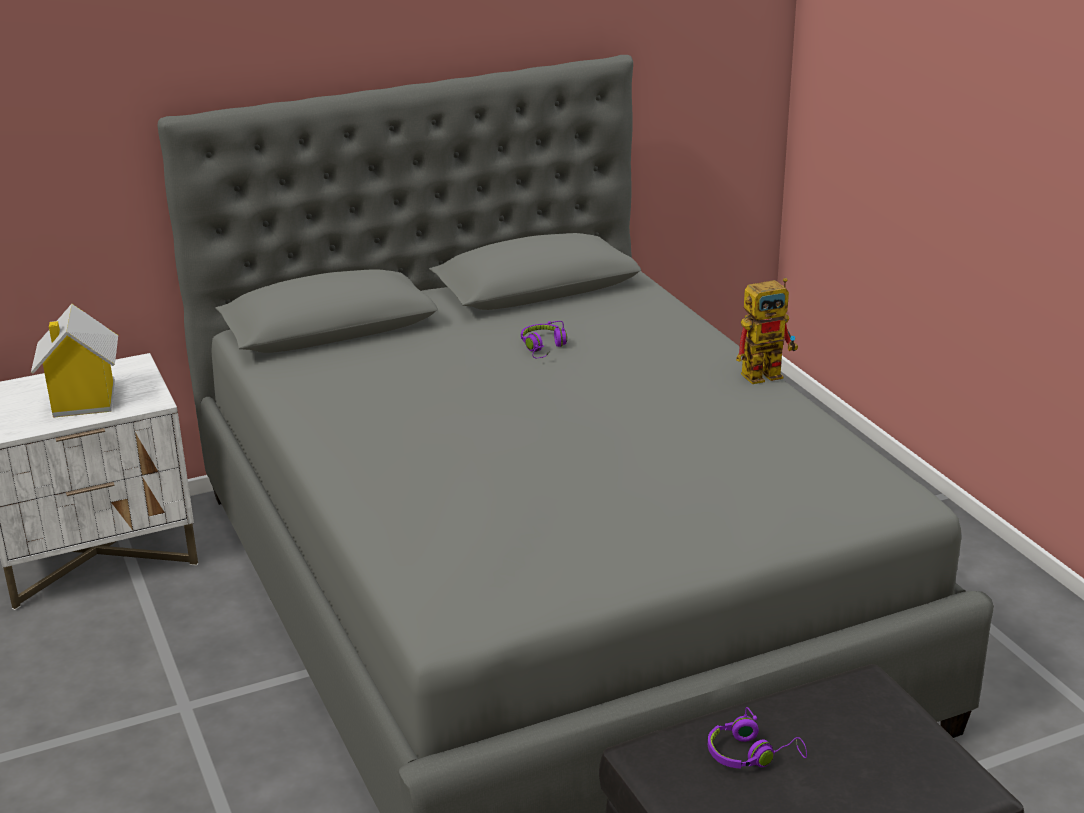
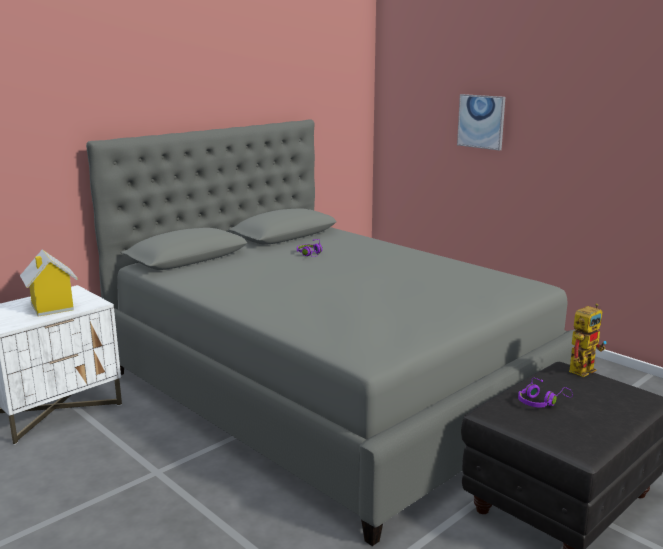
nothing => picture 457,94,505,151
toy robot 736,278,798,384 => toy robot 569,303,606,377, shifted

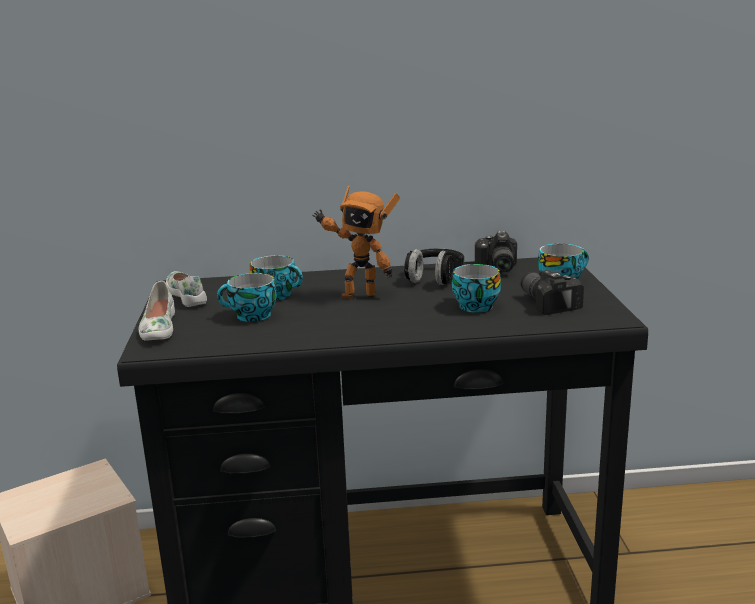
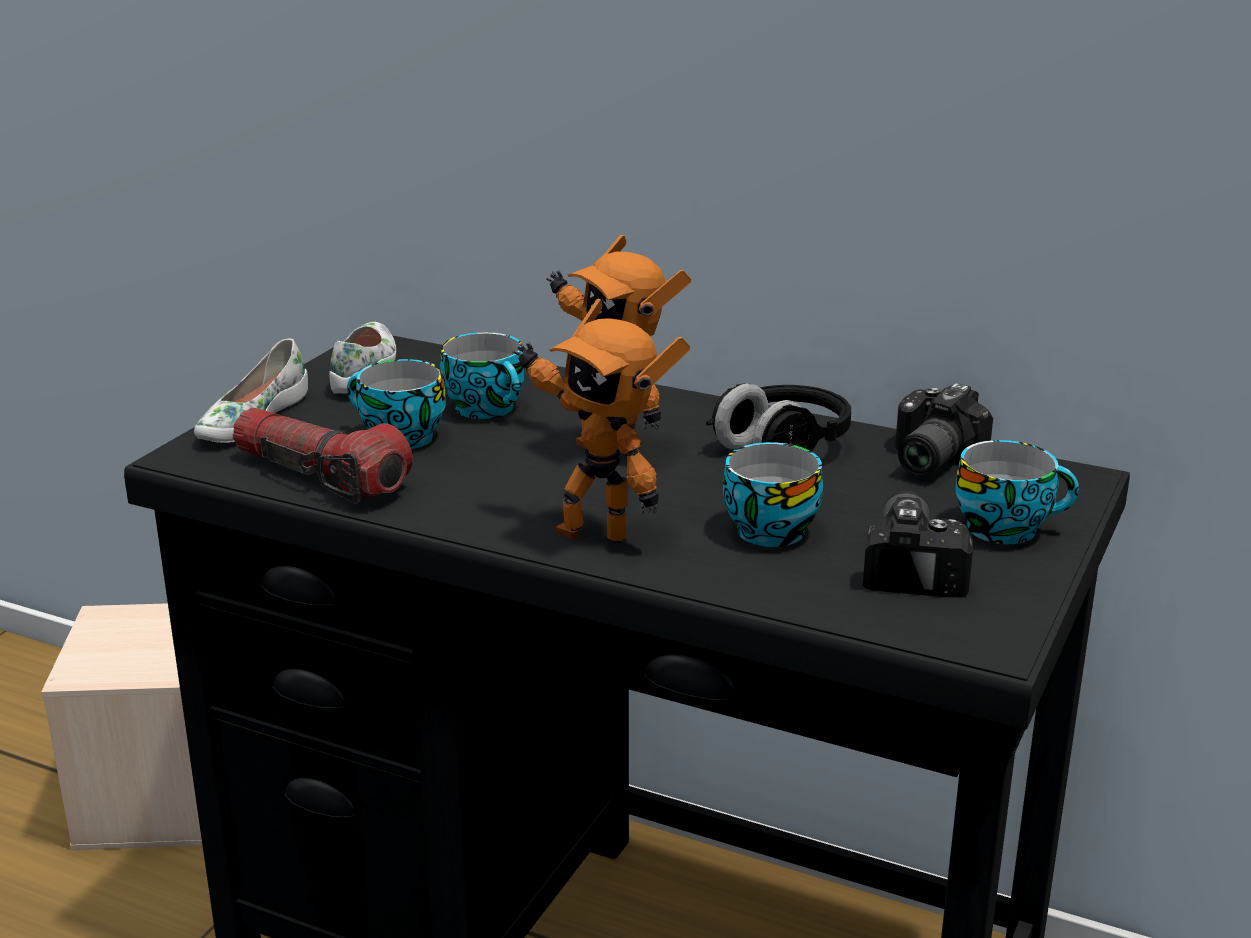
nothing => flashlight 233,407,413,504
nothing => toy robot 513,299,690,543

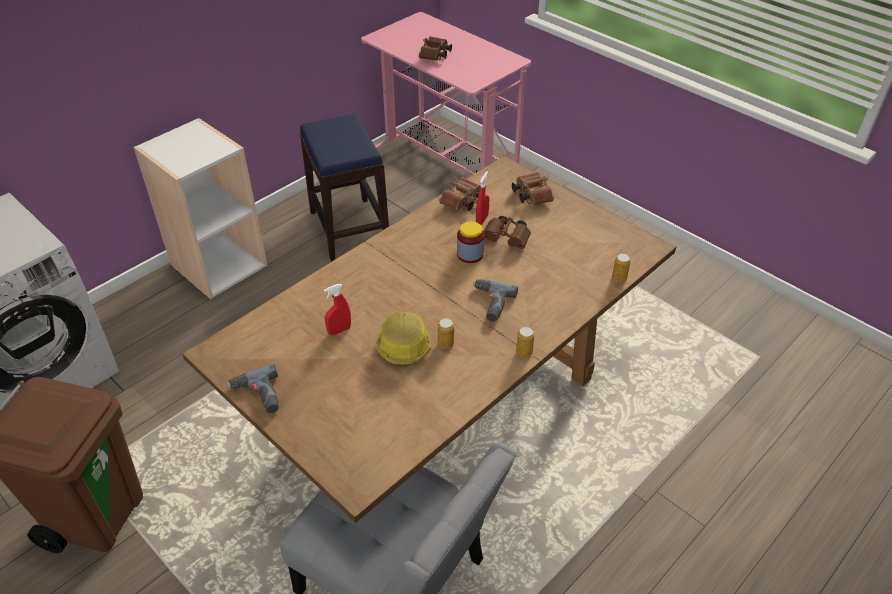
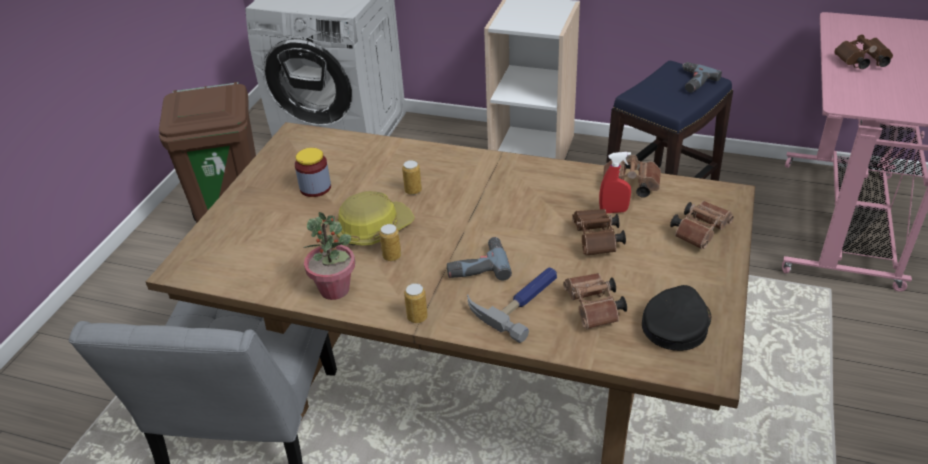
red spray bottle 324,284,351,335 => nothing
nothing => potted plant 303,212,355,300
nothing => hammer 467,268,557,343
nothing => brown binoculars 563,273,627,329
nothing => black cap 642,285,711,351
power drill 227,364,279,413 => power drill 682,62,722,93, shifted
jar 457,221,484,263 => jar 295,148,331,197, shifted
can 612,253,631,282 => can 402,160,422,195, shifted

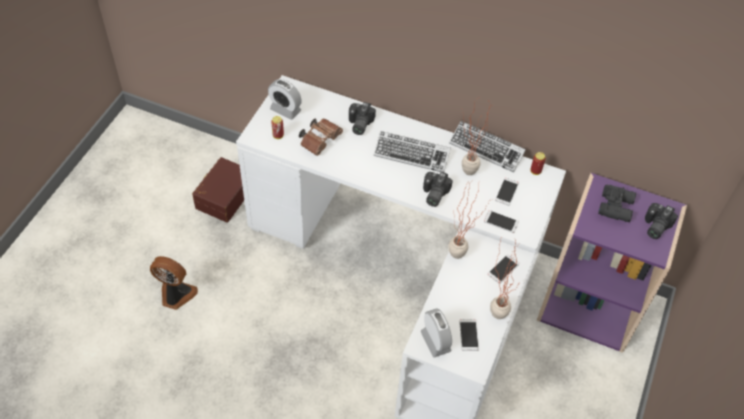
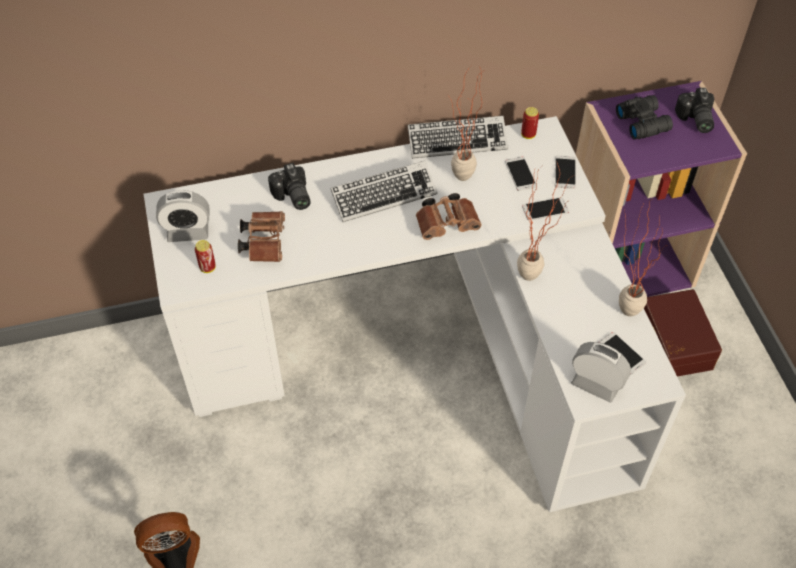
brown storage box 192,157,244,223 => brown storage box 644,289,722,376, shifted
phone 487,254,519,283 => phone 555,155,576,189, shifted
photo camera 423,172,453,207 => brown binoculars 416,193,482,240

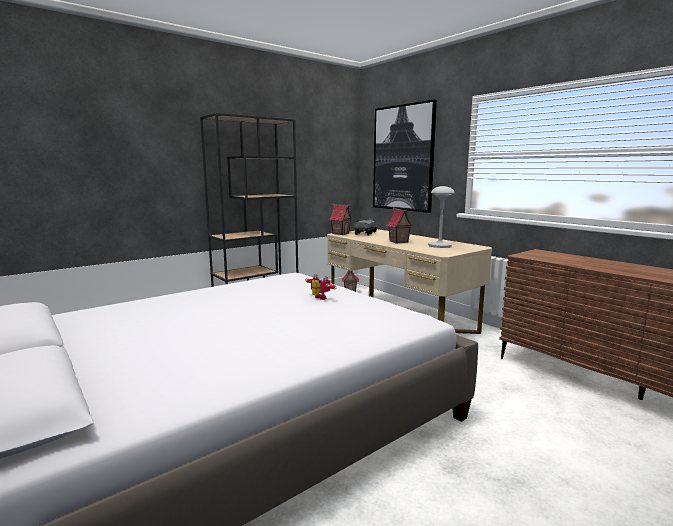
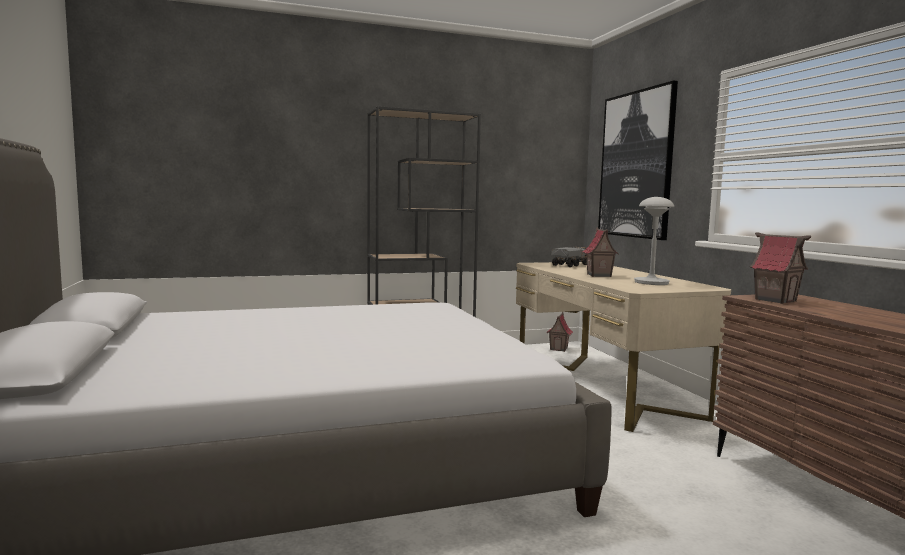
toy robot 305,274,337,300 => nothing
toy house 329,203,352,235 => toy house 750,233,811,304, shifted

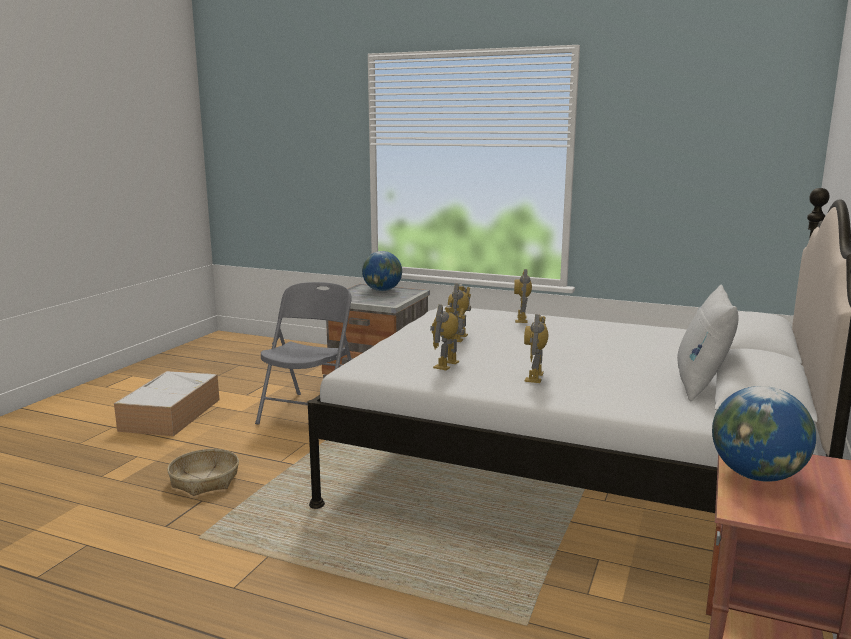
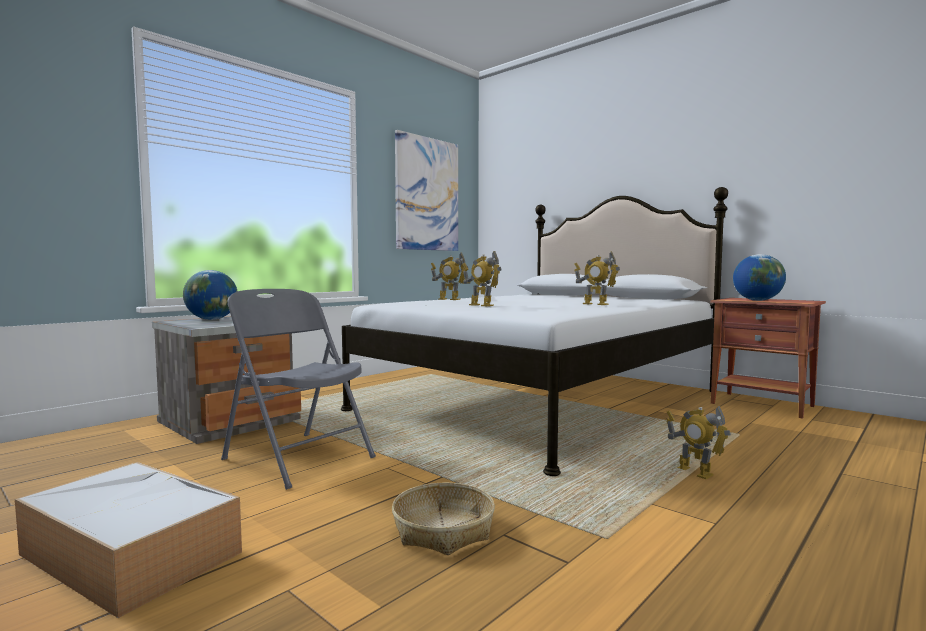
grey pillow 677,285,739,401 => nothing
nothing => picture 395,130,458,251
toy robot 430,304,465,370 => toy robot 666,406,731,479, shifted

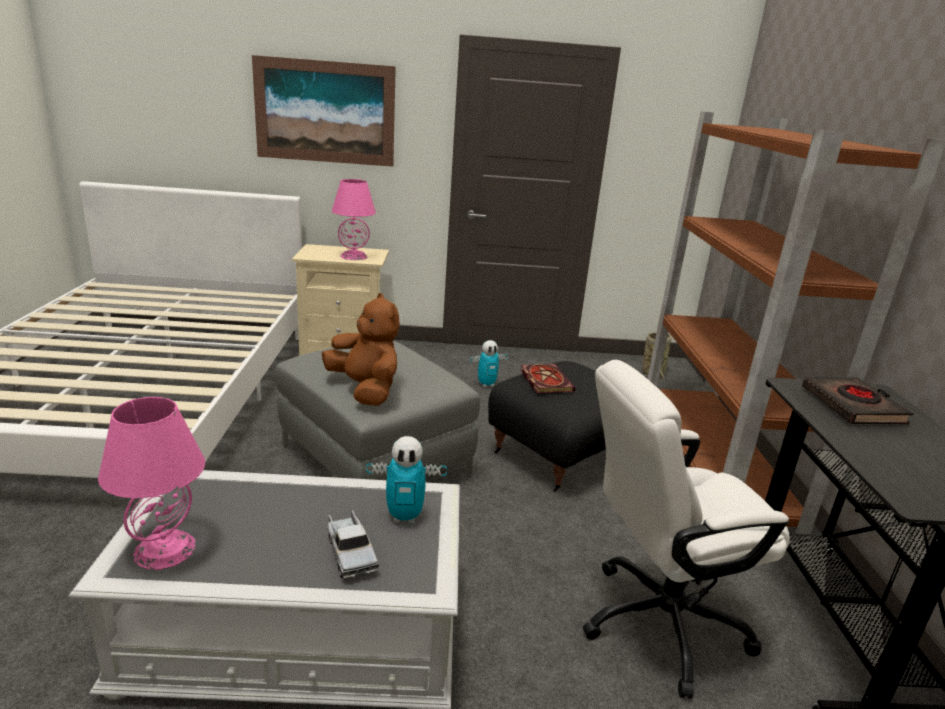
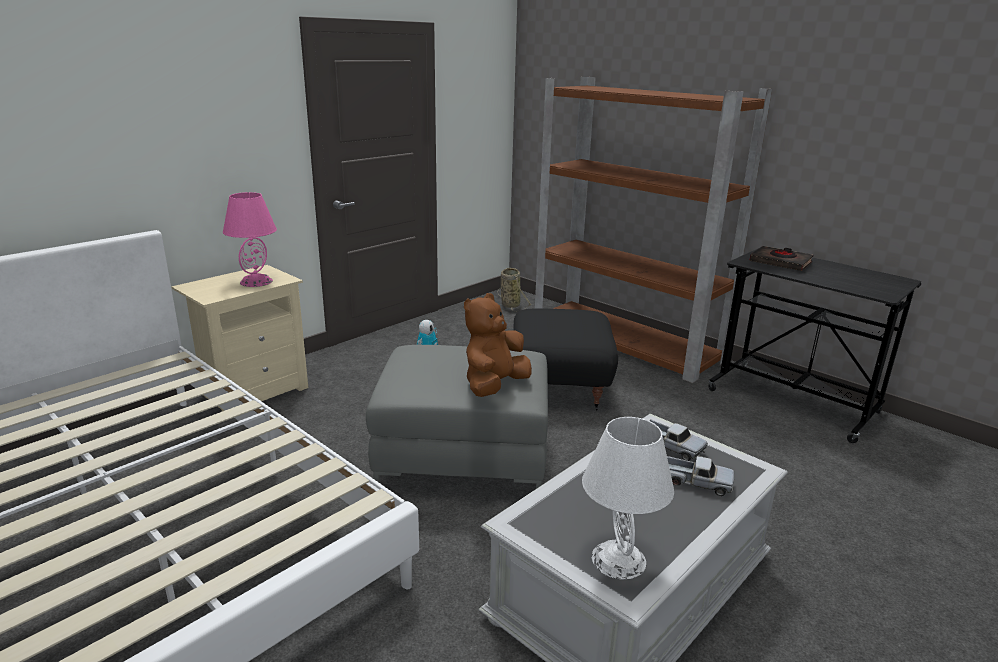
picture 252,55,396,167 => nothing
book 520,364,575,394 => nothing
white office chair 583,360,790,699 => nothing
toy robot 366,436,447,523 => toy truck 650,419,708,461
pink table lamp 98,397,205,570 => white table lamp 582,417,674,580
brown plush toy 322,293,400,406 => brown plush toy 464,293,532,397, 60 degrees counterclockwise

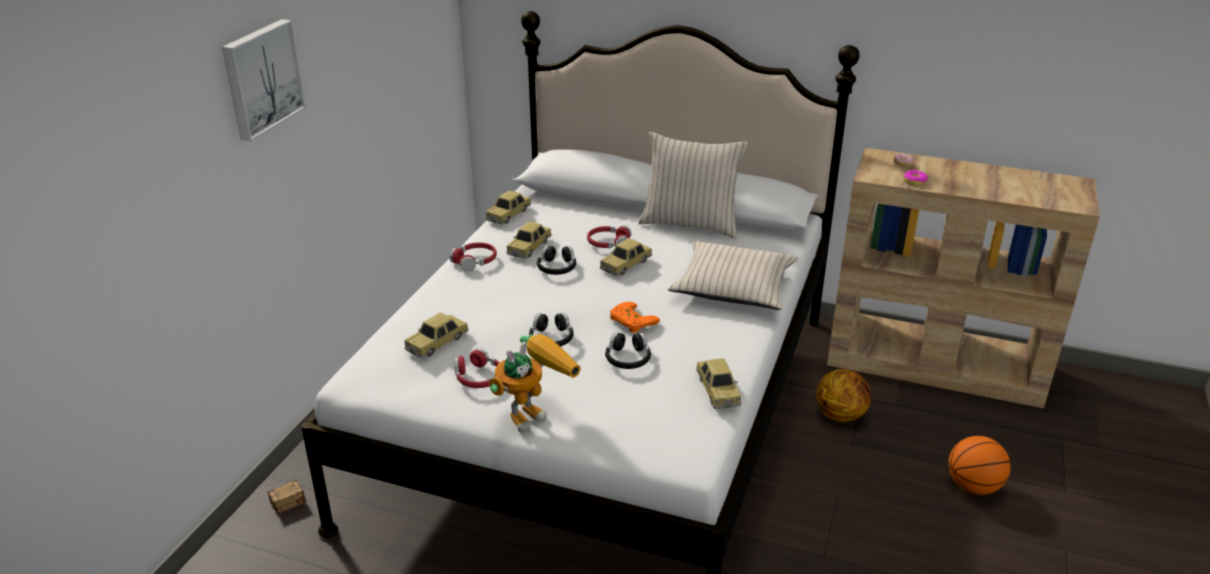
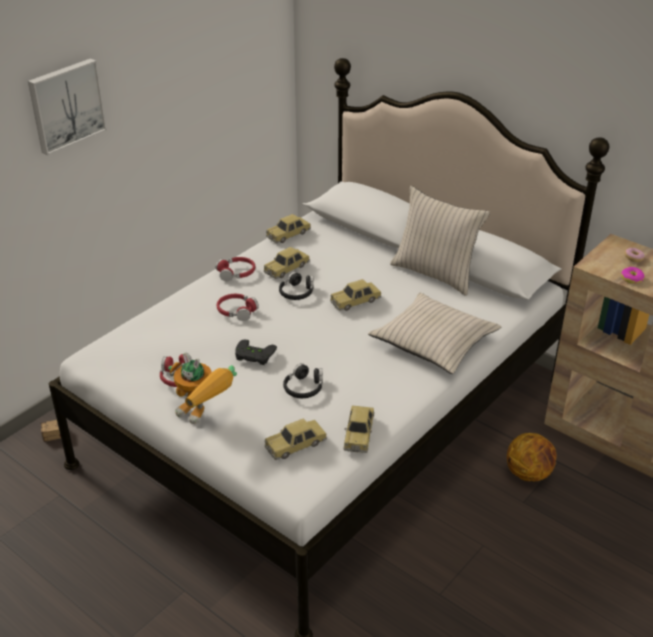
orange game controller 610,302,660,333 => nothing
basketball 948,436,1011,495 => nothing
toy car 405,313,468,358 => toy car 265,418,327,460, shifted
red headphones 587,225,632,248 => red headphones 217,294,259,321, shifted
black headphones 529,313,574,347 => black game controller 235,340,277,365
toy robot 489,334,581,433 => toy robot 168,352,237,424, 60 degrees clockwise

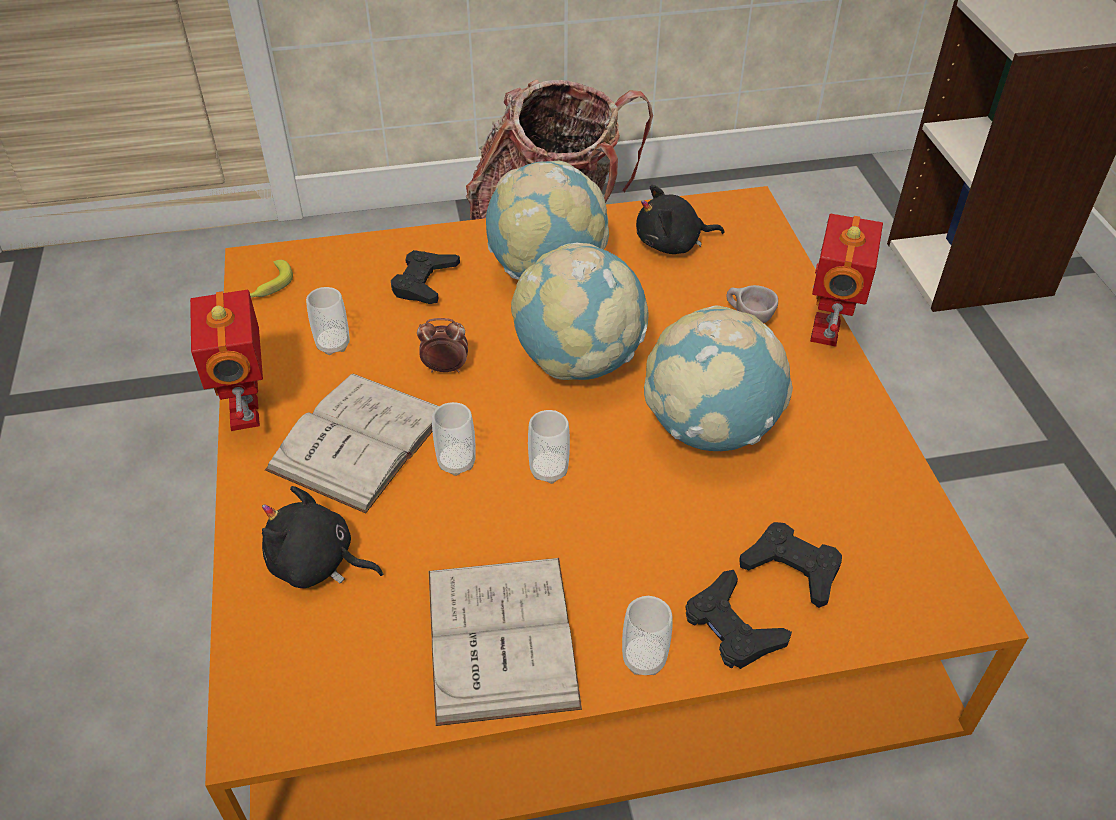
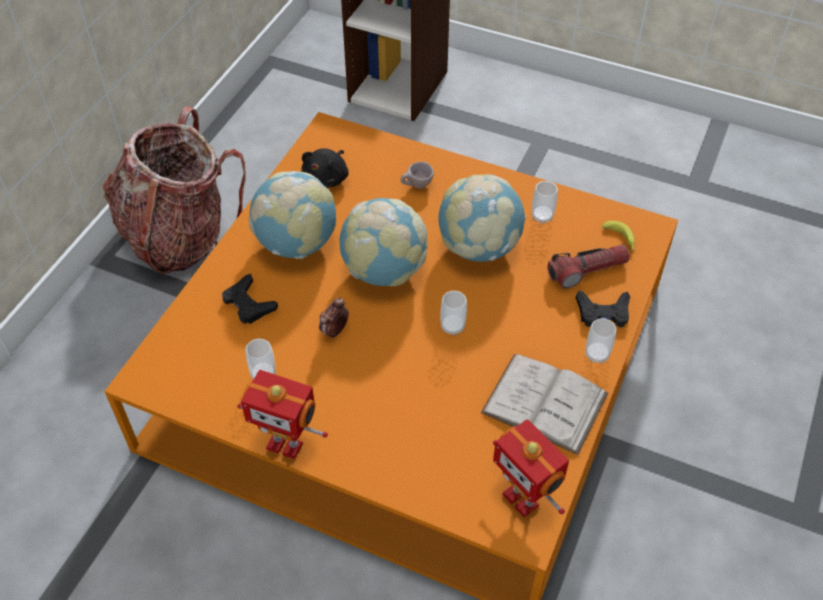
black plush toy 262,486,383,588 => nothing
white book 265,373,439,513 => nothing
banana 250,260,293,298 => banana 602,221,635,251, shifted
cup 432,402,476,476 => cup 532,181,558,224, shifted
toy robot 810,214,883,347 => toy robot 493,419,569,517, shifted
black game controller 739,522,842,608 => flashlight 547,245,630,289

